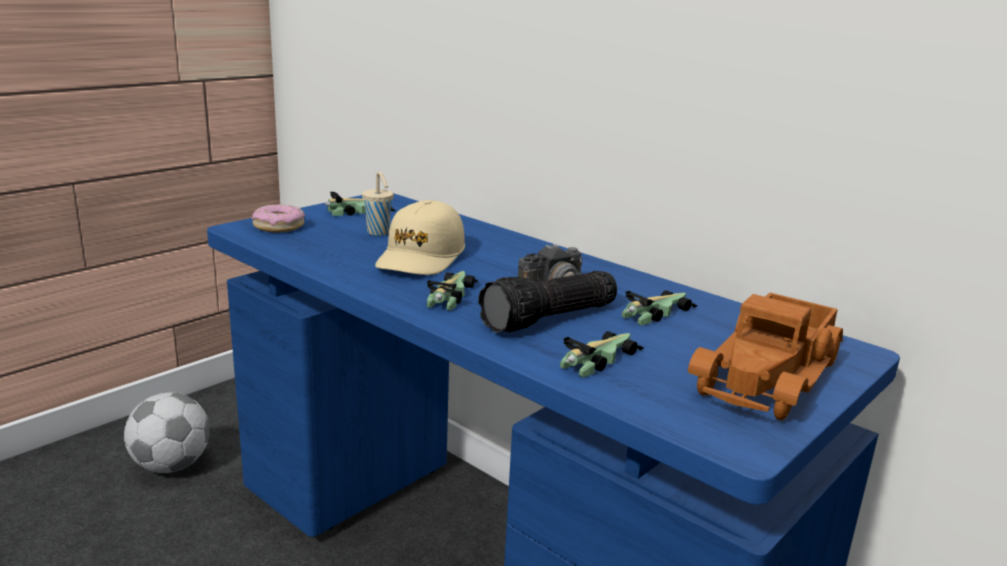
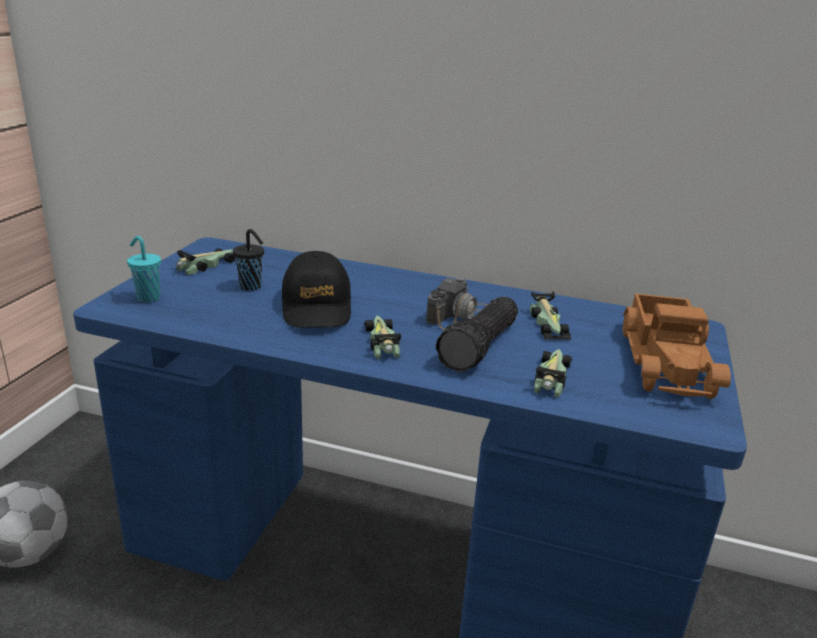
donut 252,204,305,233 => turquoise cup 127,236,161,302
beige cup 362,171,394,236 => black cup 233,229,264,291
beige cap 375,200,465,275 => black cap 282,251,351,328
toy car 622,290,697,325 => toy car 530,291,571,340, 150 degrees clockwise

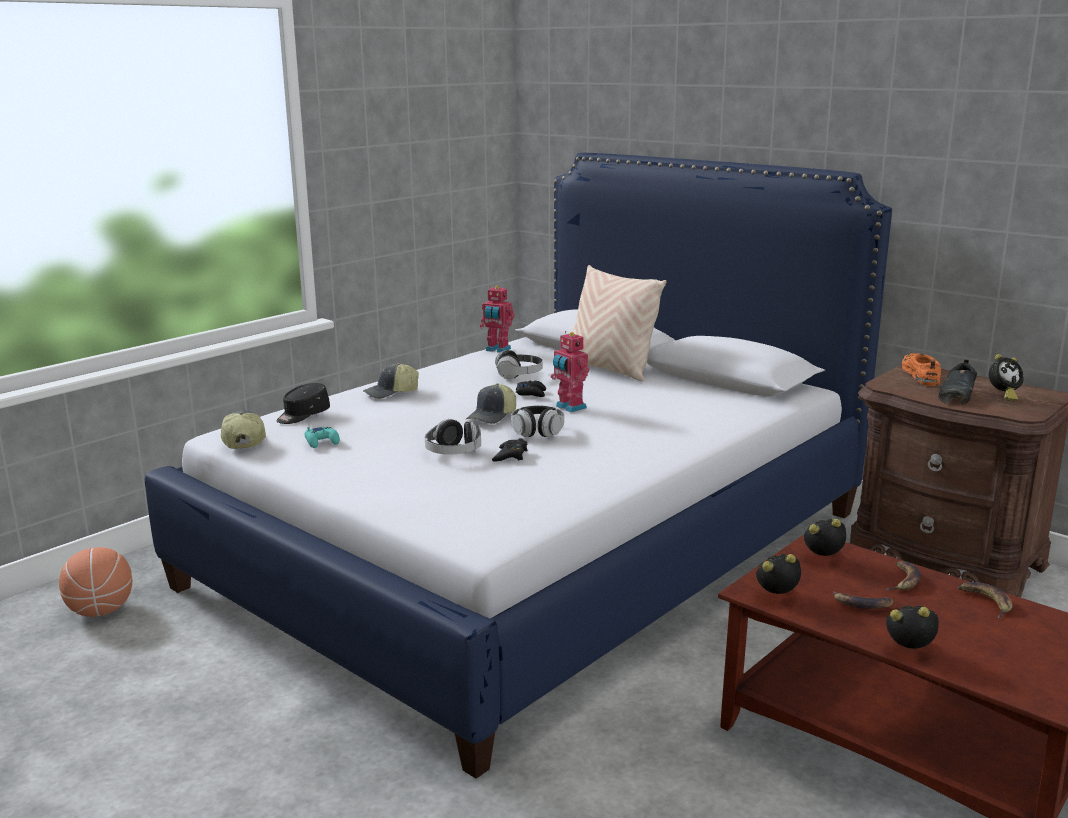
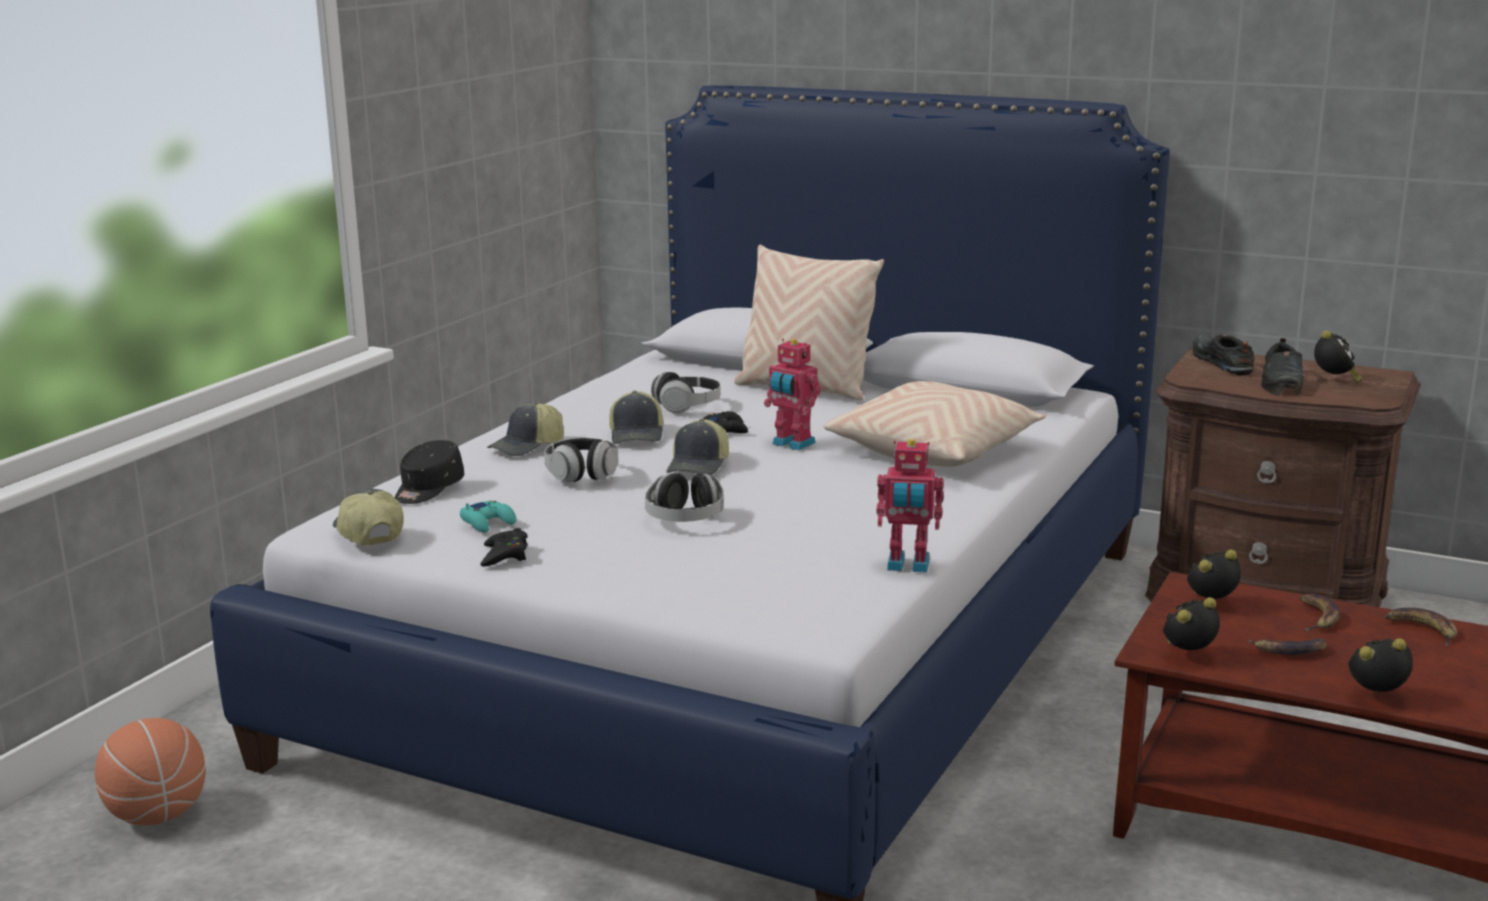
nothing => cap 610,391,664,444
nothing => beige pillow 823,381,1046,467
toy robot 480,286,515,353 => toy robot 876,439,944,573, shifted
black game controller 492,438,527,462 => black game controller 480,528,527,566, shifted
headphones 511,405,564,437 => headphones 544,438,619,483, shifted
orange shoe 902,353,941,386 => black shoe 1192,335,1255,376
alarm clock 989,354,1024,401 => alarm clock 1314,331,1363,383, 45 degrees counterclockwise

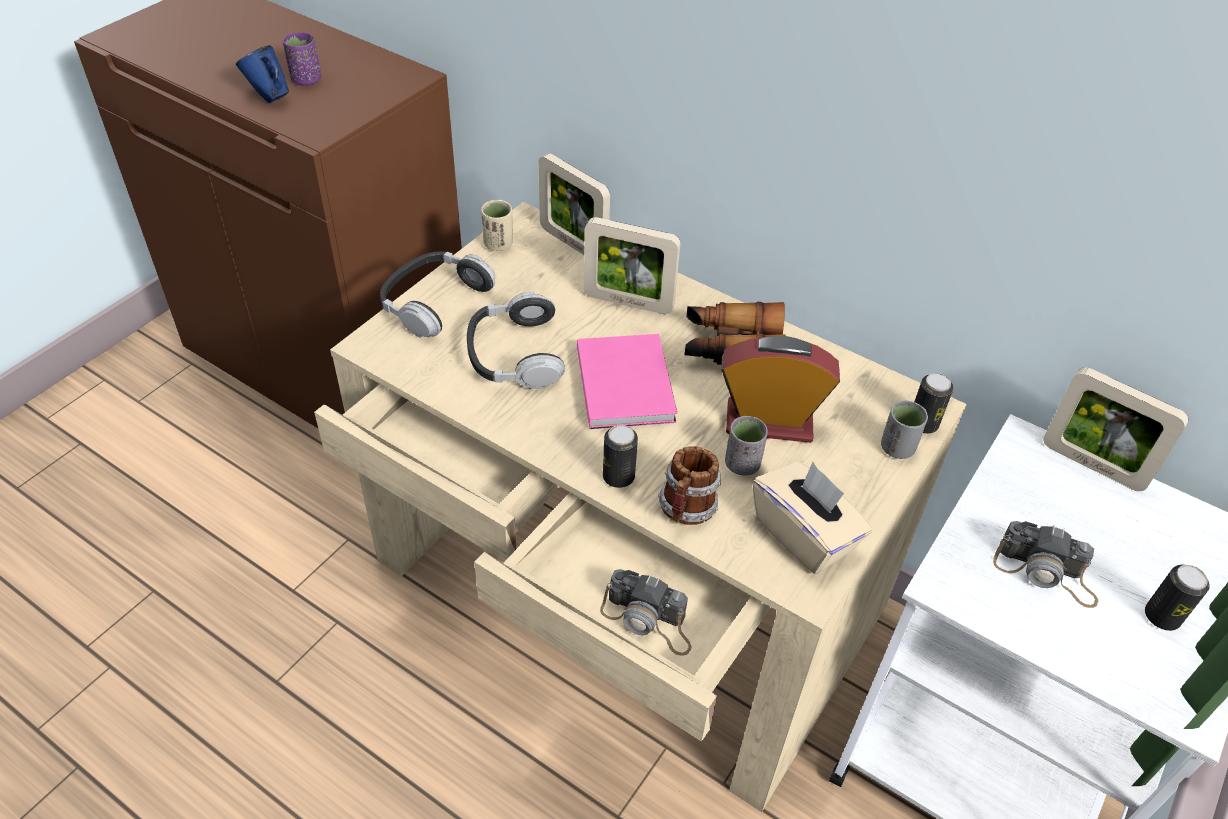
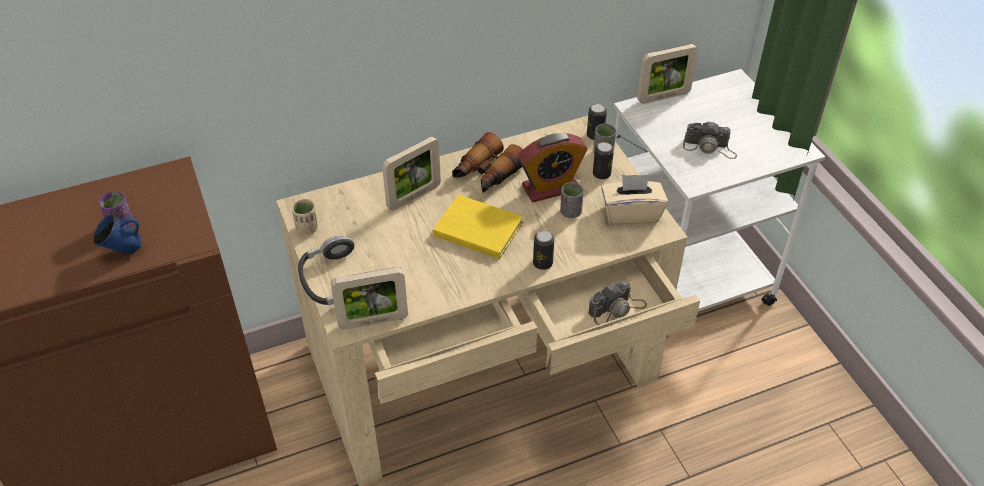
headphones 467,291,565,389 => nothing
mug 658,446,721,525 => nothing
picture frame 539,153,610,255 => picture frame 331,267,408,330, shifted
can 1145,565,1210,631 => can 593,142,614,179, shifted
pink book 577,334,677,429 => yellow book 433,195,523,259
alarm clock 721,336,840,443 => alarm clock 518,133,587,202, 150 degrees counterclockwise
photo camera 993,521,1098,608 => photo camera 683,122,737,159, 45 degrees clockwise

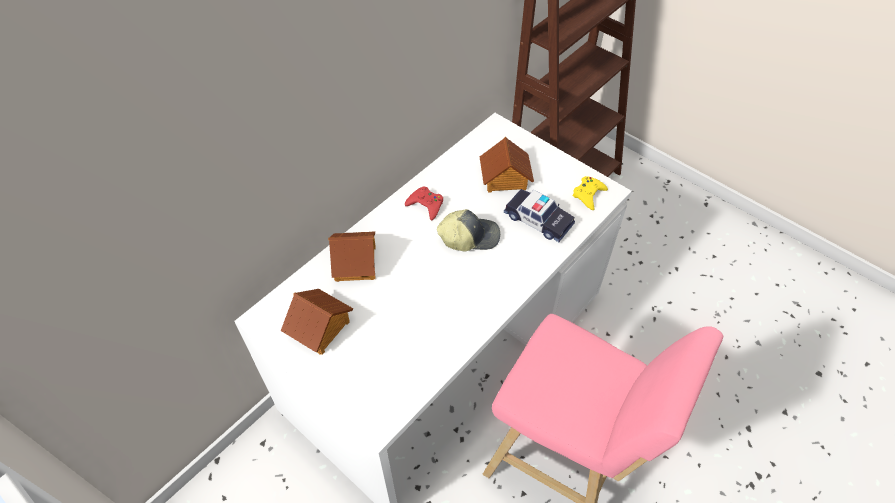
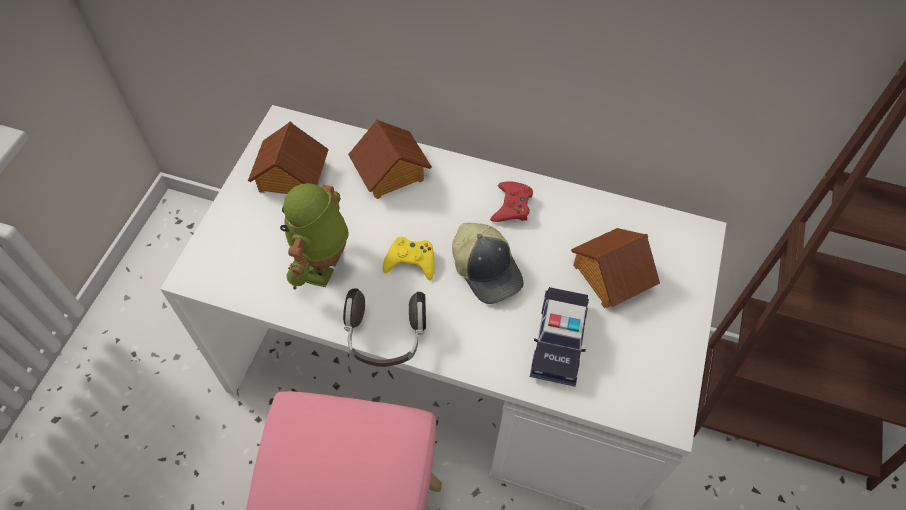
nothing => toy robot 280,183,349,290
nothing => headphones 343,288,426,367
yellow game controller 572,176,608,210 => yellow game controller 383,237,435,280, shifted

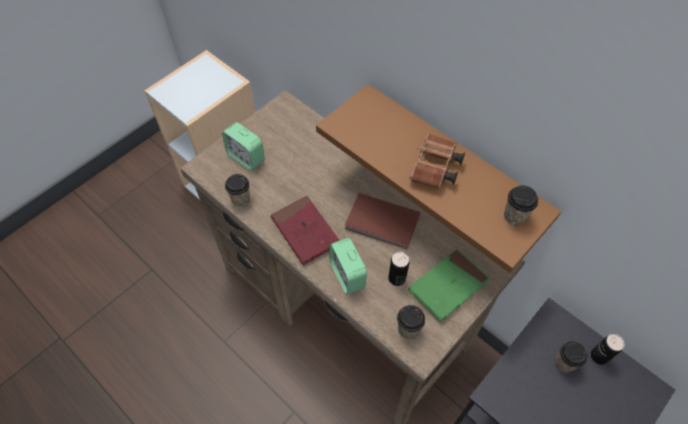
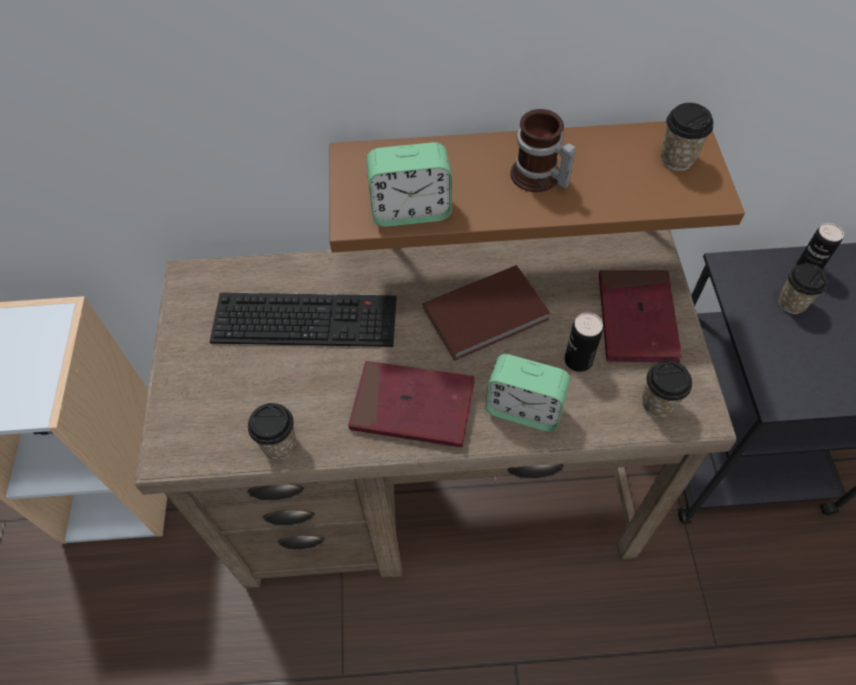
nothing => keyboard 210,292,397,347
alarm clock 222,122,265,171 => alarm clock 366,142,452,227, shifted
brown binoculars 409,134,465,189 => mug 510,109,576,192
green book 408,249,490,322 => red book 599,270,682,363

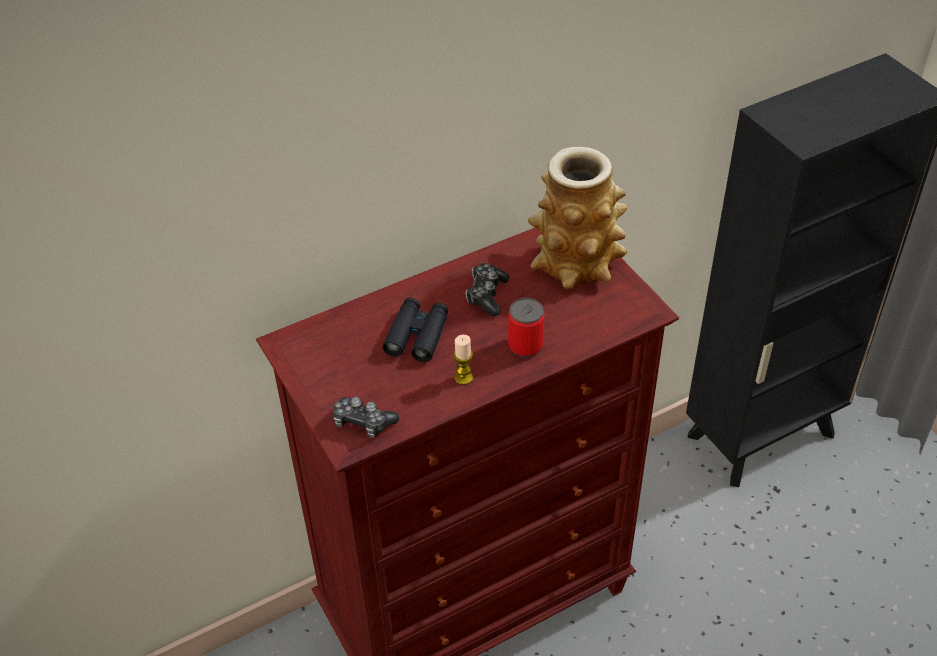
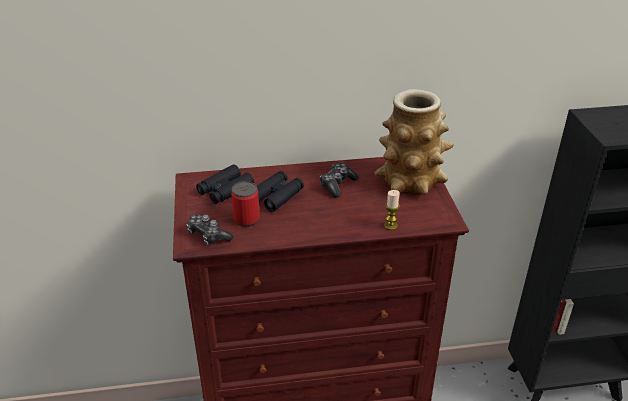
nothing => black binoculars 196,165,254,204
candle 453,335,473,385 => candle 384,190,400,230, shifted
can 508,298,544,358 => can 231,181,260,227, shifted

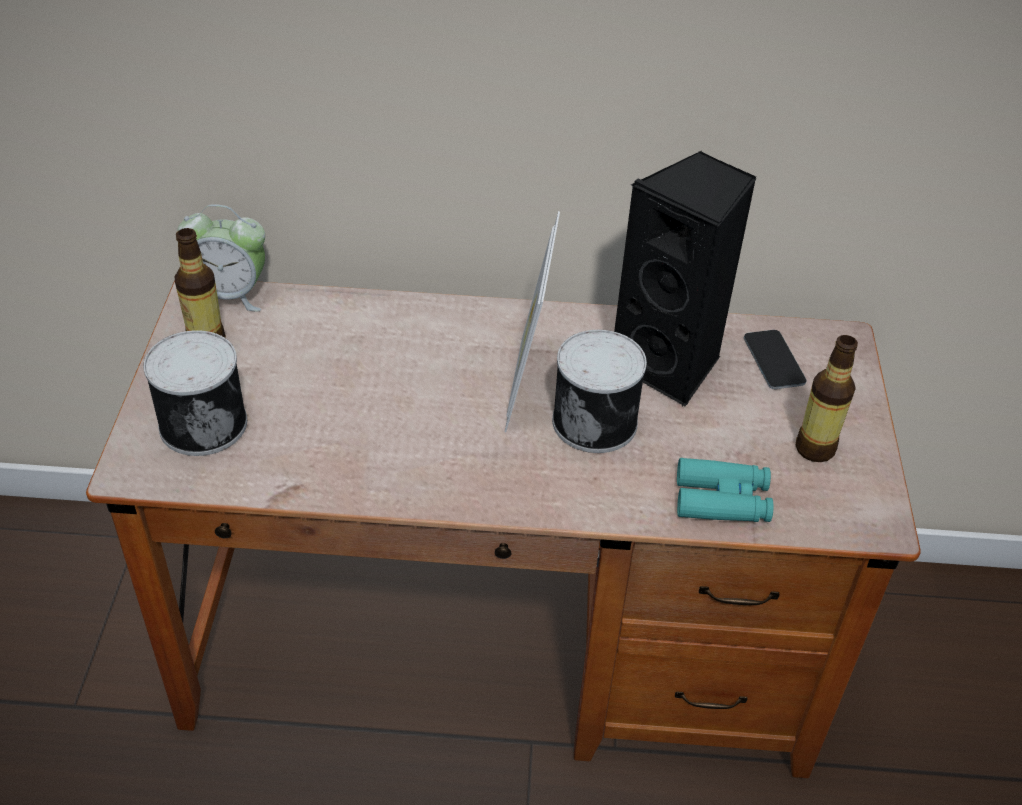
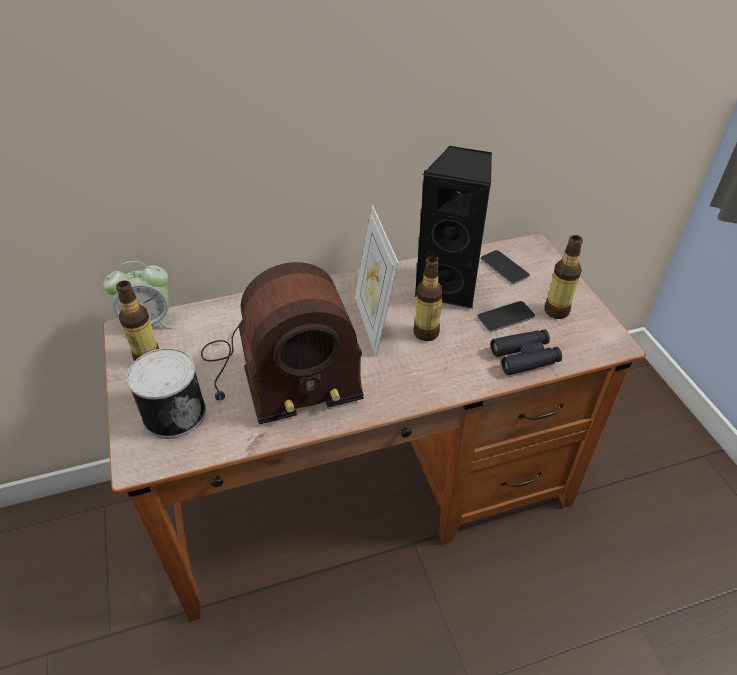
nothing => radio 201,262,364,424
nothing => phone 477,301,535,332
can 552,330,647,453 => bottle 413,256,444,341
turquoise binoculars 677,458,774,522 => black binoculars 491,329,562,375

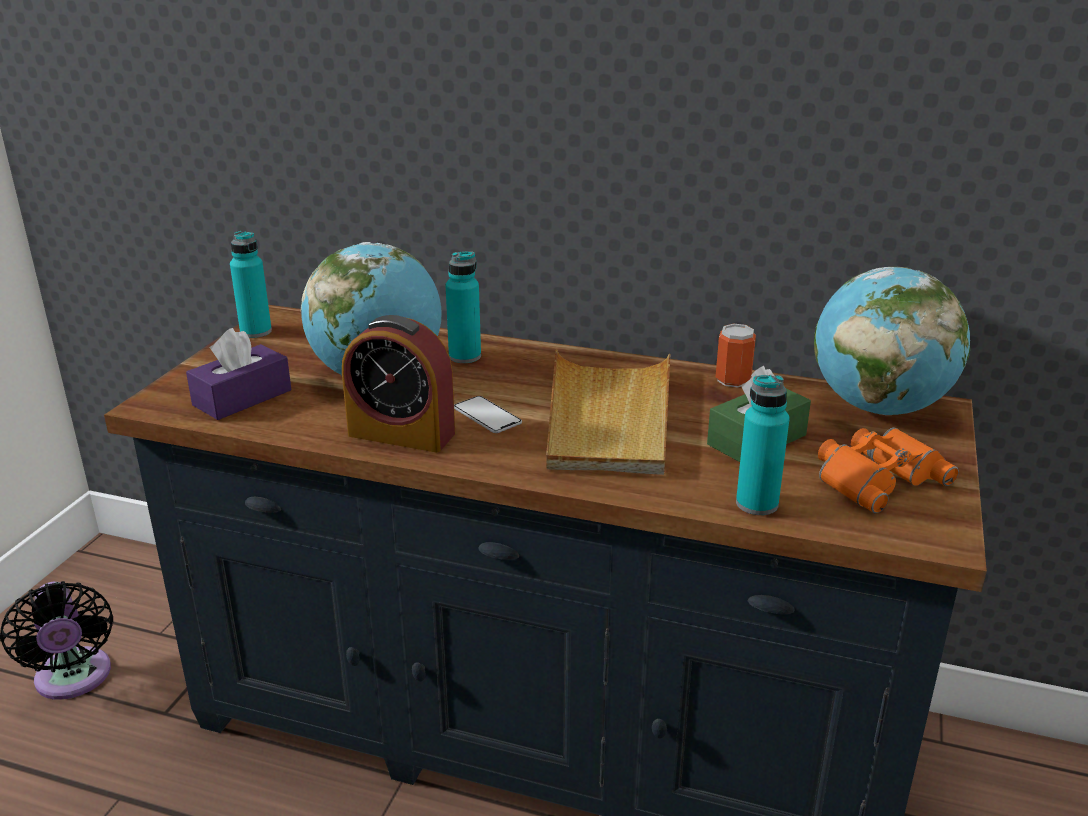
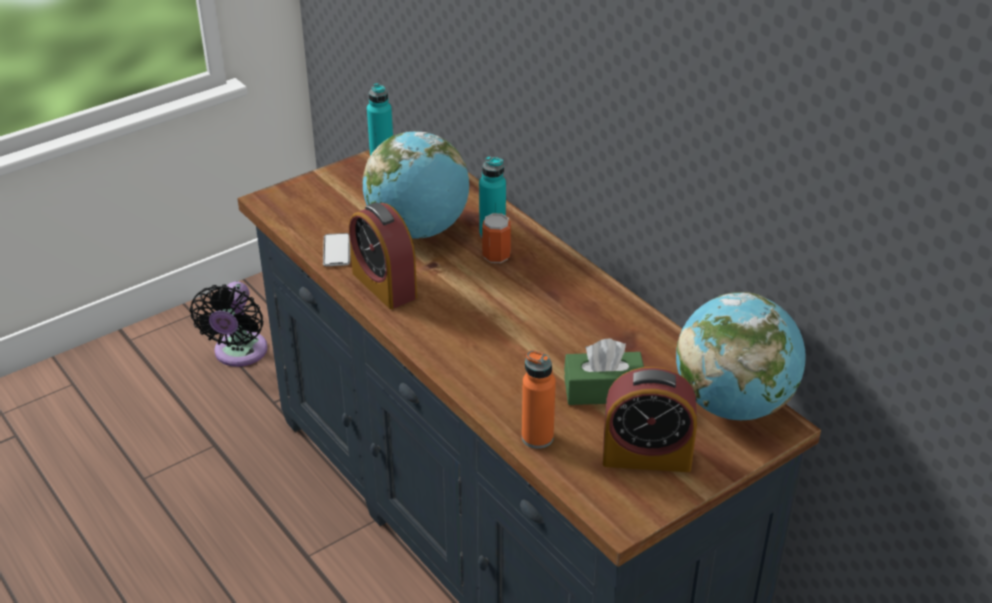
purple tissue box 186,328,291,420 => nothing
beige tray 546,350,670,475 => nothing
phone 454,396,522,433 => phone 323,233,350,266, shifted
can 716,324,756,387 => can 482,213,511,263, shifted
orange binoculars 818,427,959,513 => alarm clock 603,367,697,472
turquoise bottle 736,375,790,515 => orange bottle 522,350,556,449

